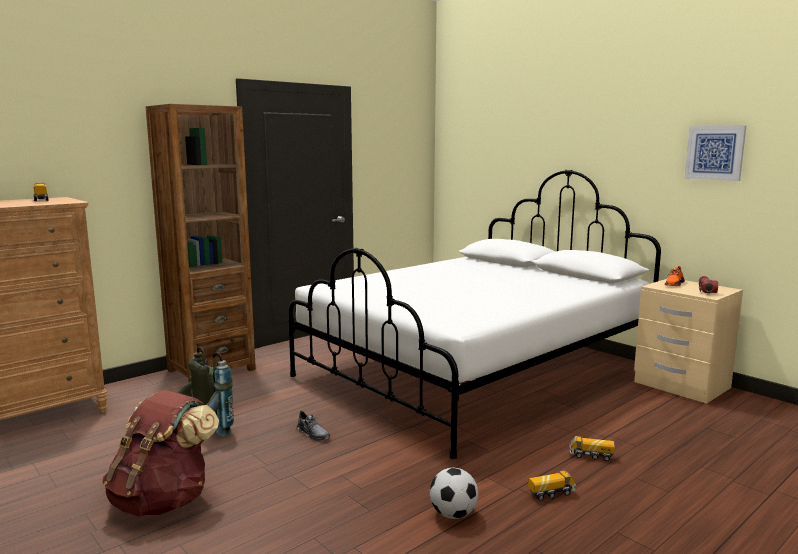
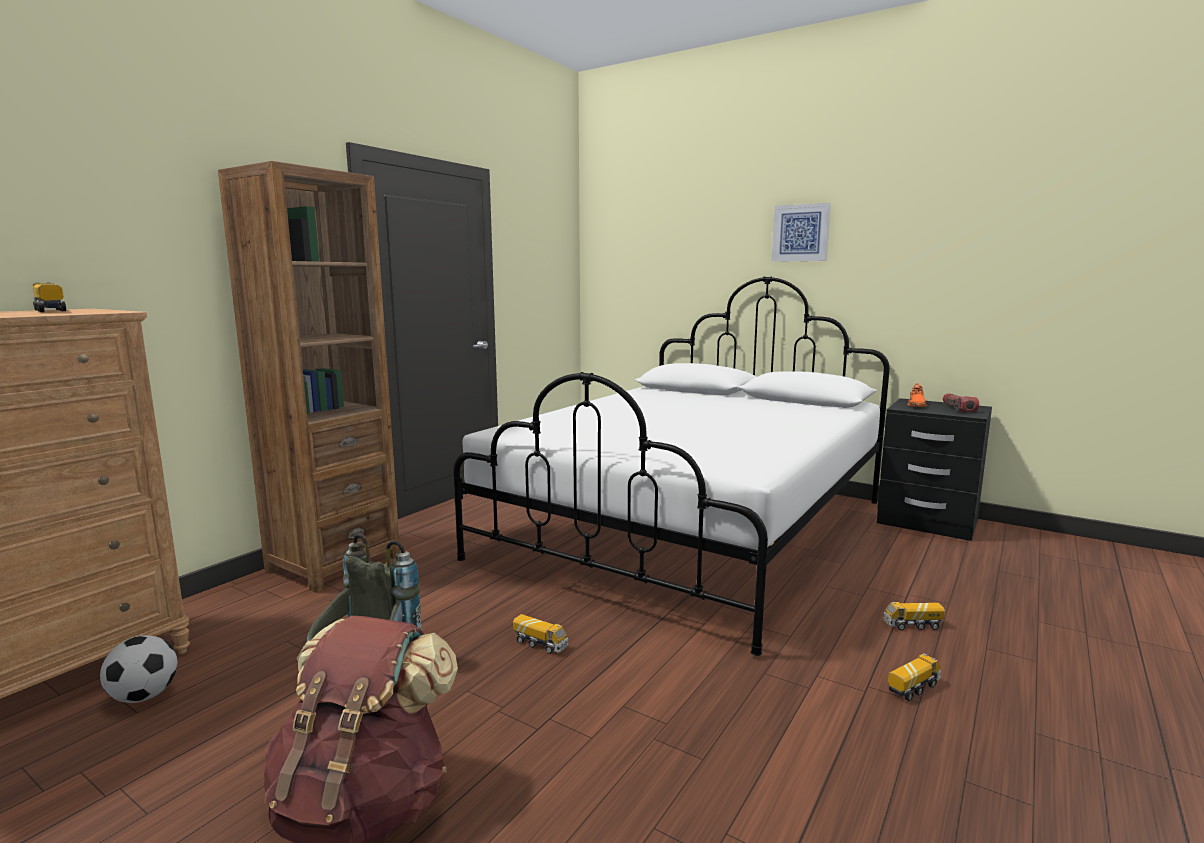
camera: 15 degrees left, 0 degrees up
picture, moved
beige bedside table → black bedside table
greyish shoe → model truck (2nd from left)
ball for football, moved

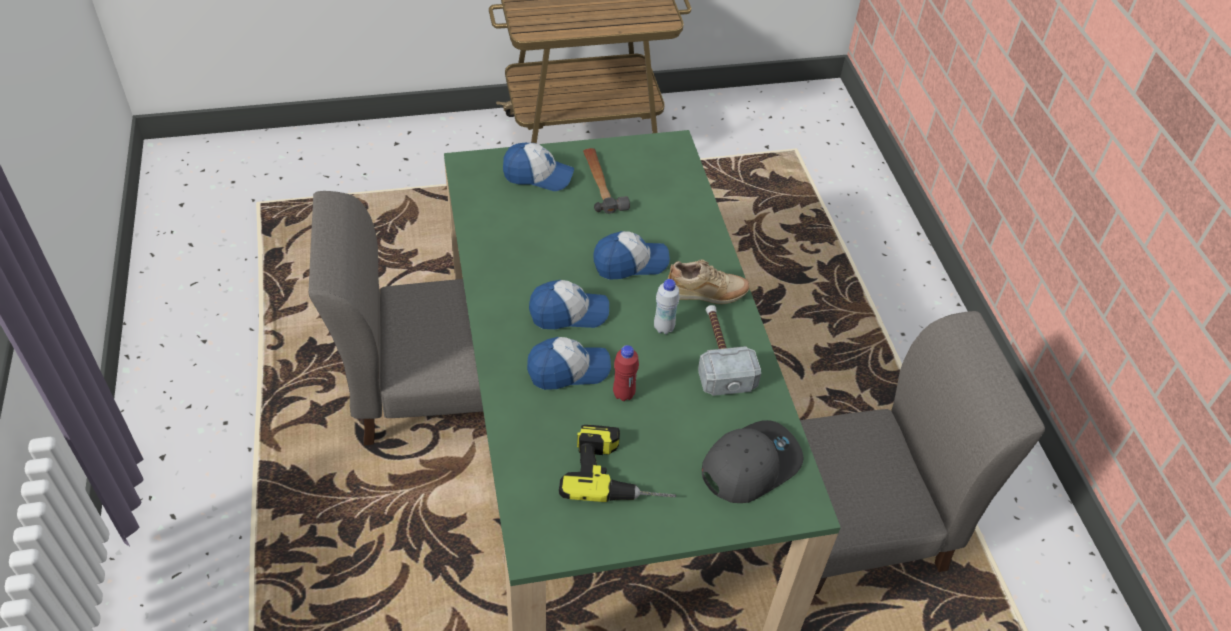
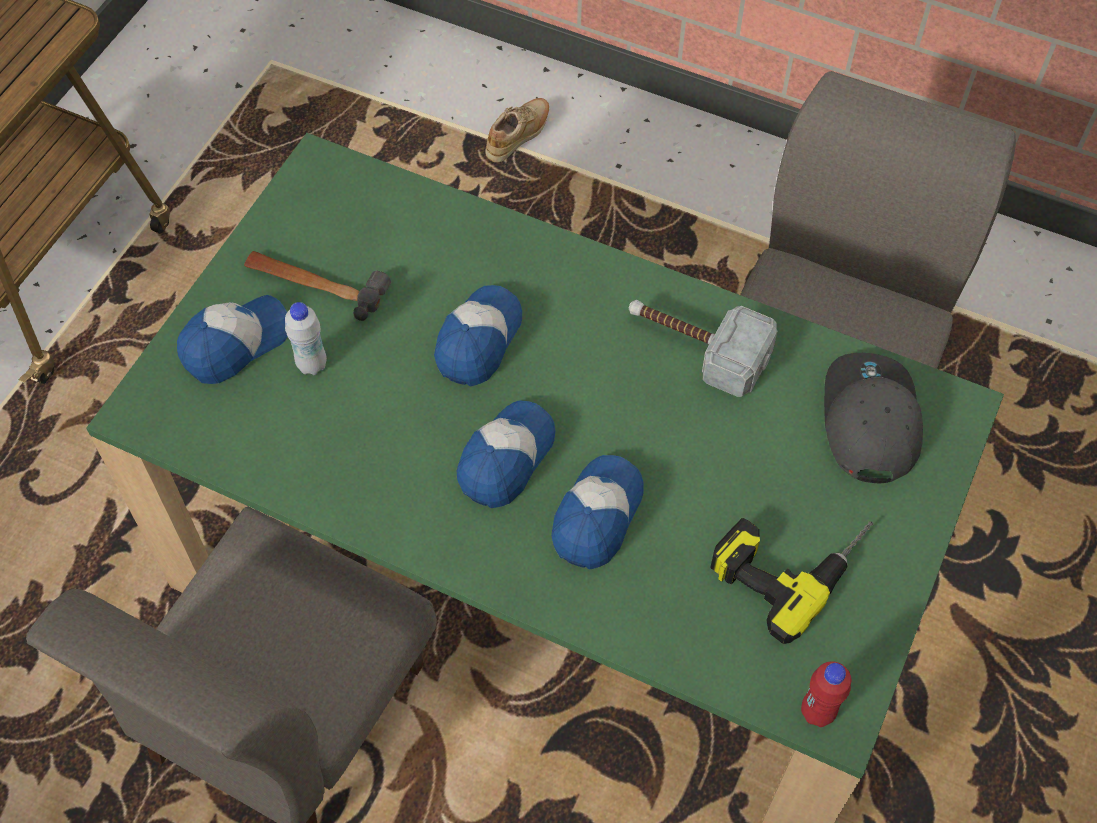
camera: 50 degrees left, 10 degrees up
beige shoe, moved
white beverage bottle, moved
red beverage bottle, moved

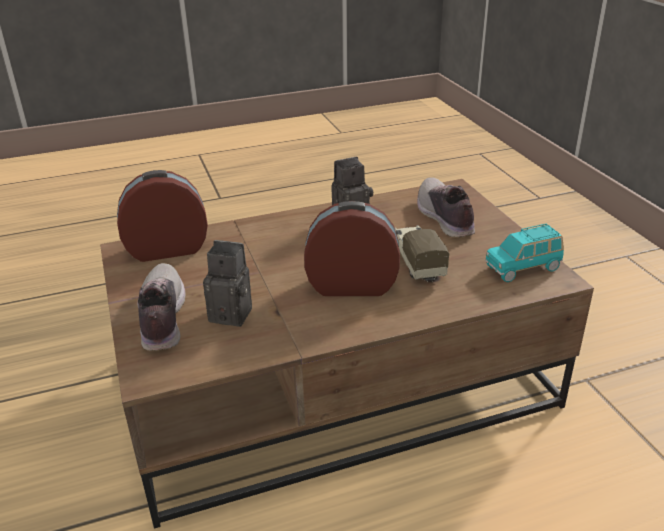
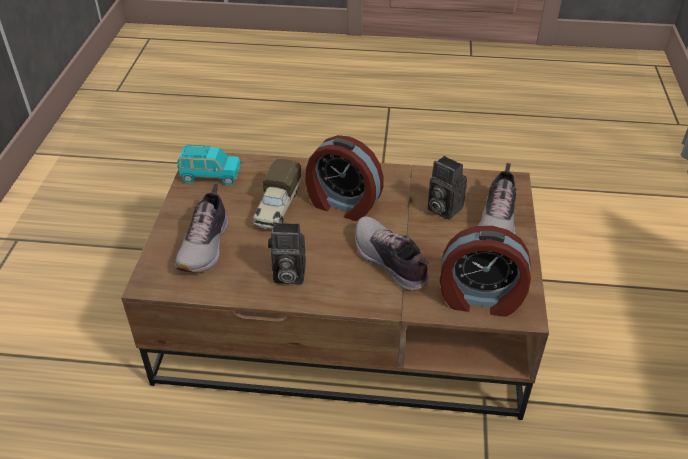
camera: 155 degrees left, 10 degrees up
- → shoe (2nd from left)

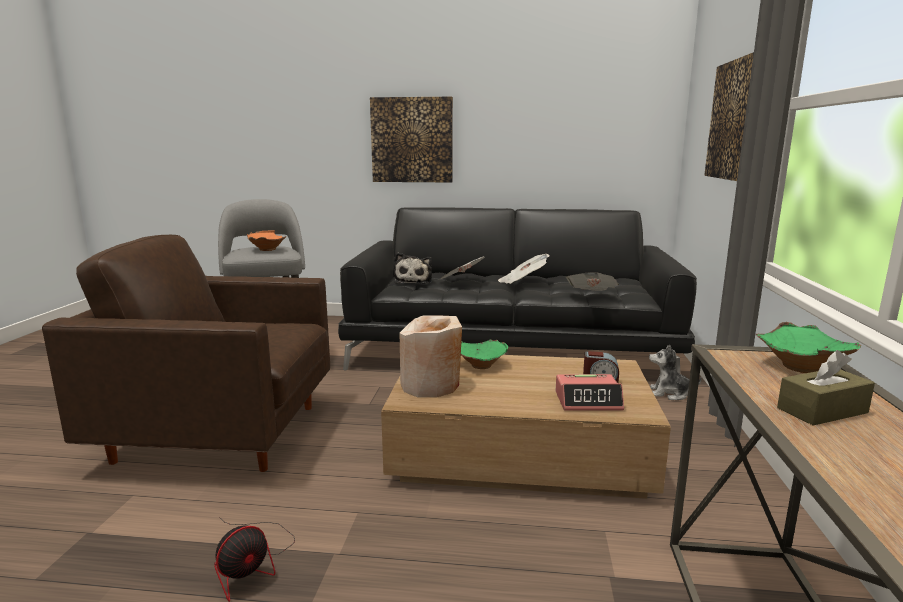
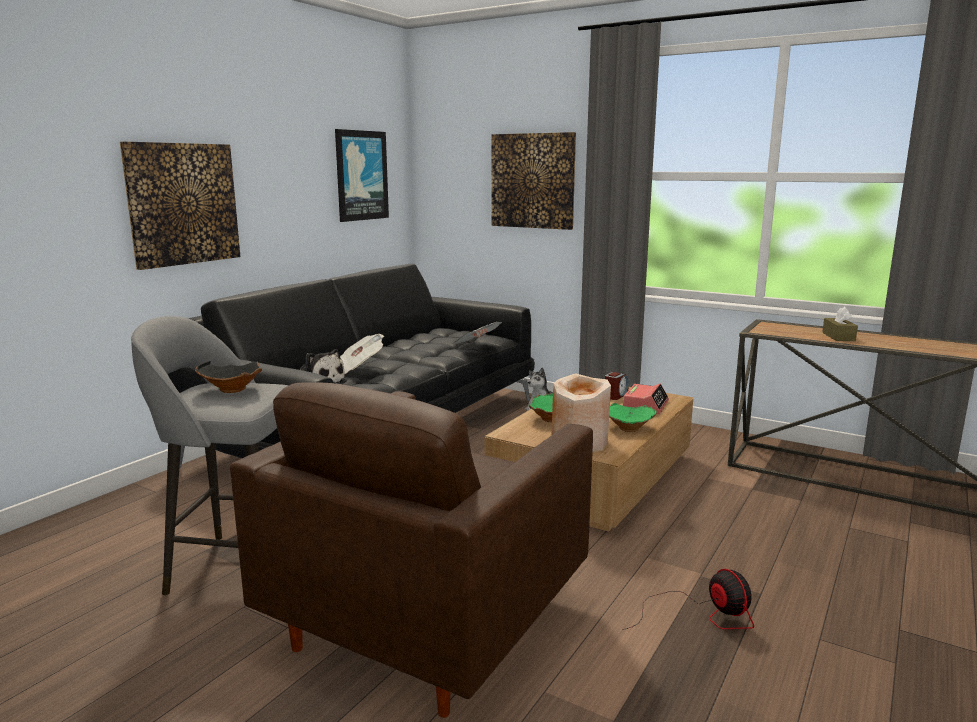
camera: 65 degrees left, 0 degrees up
orange deep dish → black deep dish
daily paper (2nd from left) → -
greenish deep dish (2nd from left), moved
- → picture (2nd from left)

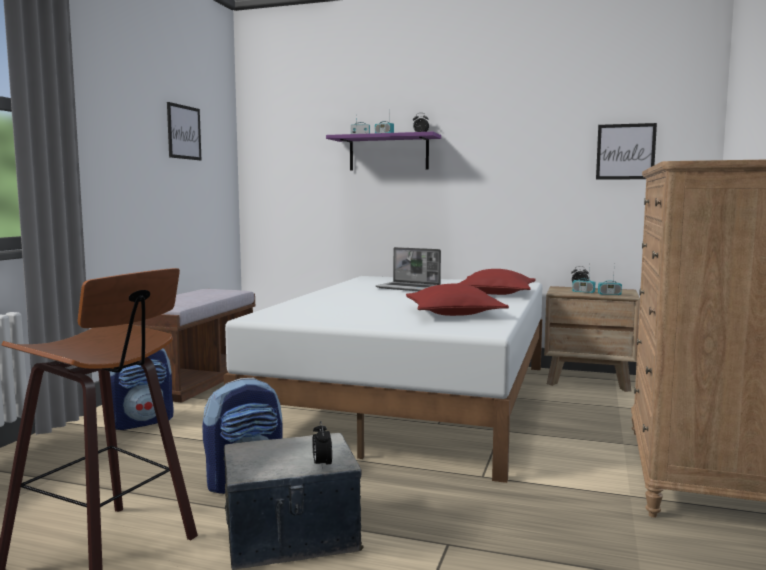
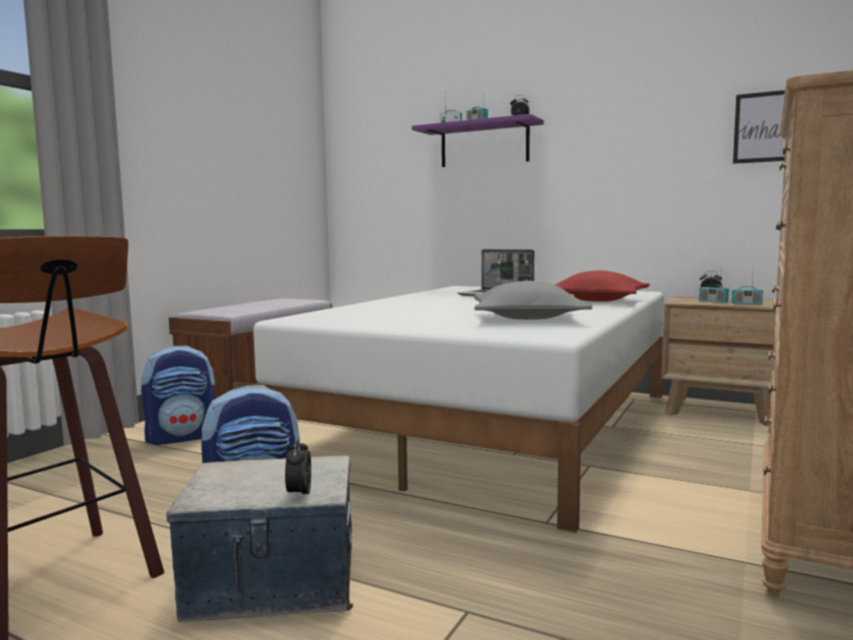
camera: 10 degrees right, 0 degrees up
picture (1st from left) → -
red cushion (1st from left) → greyish cushion

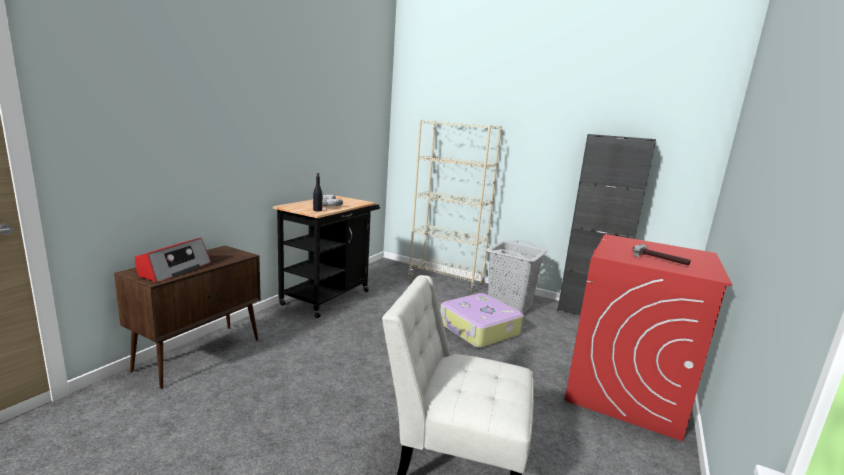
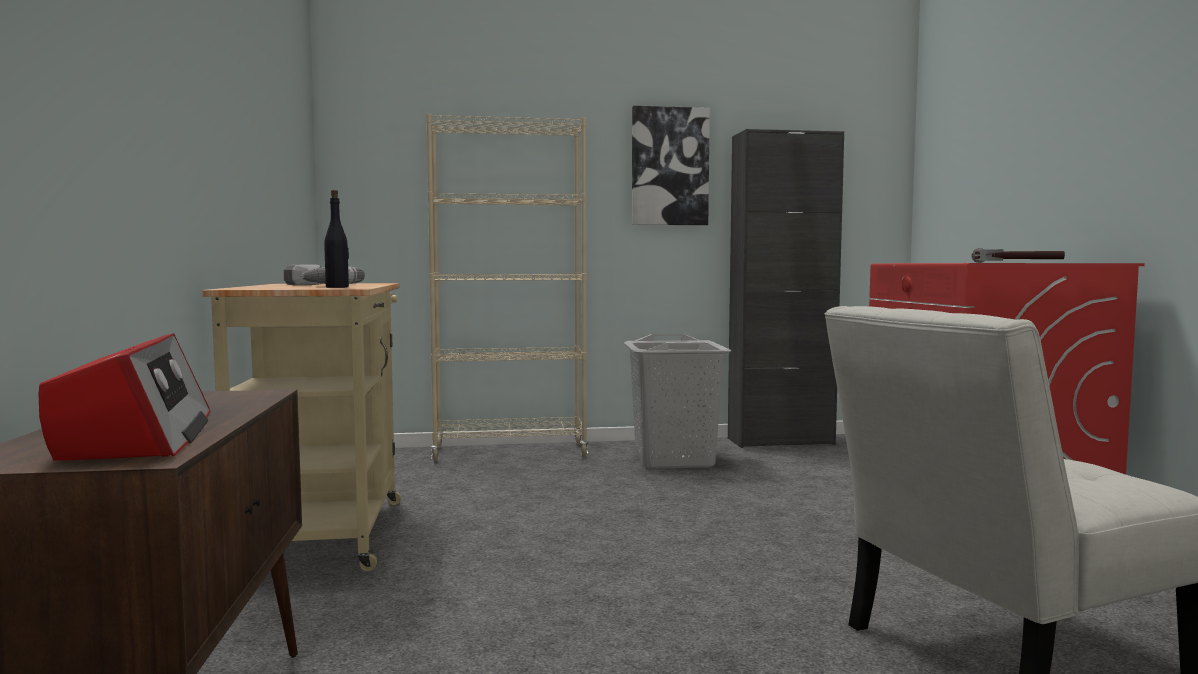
camera: 35 degrees left, 10 degrees down
black trolley → beige trolley
suitcase → -
- → picture

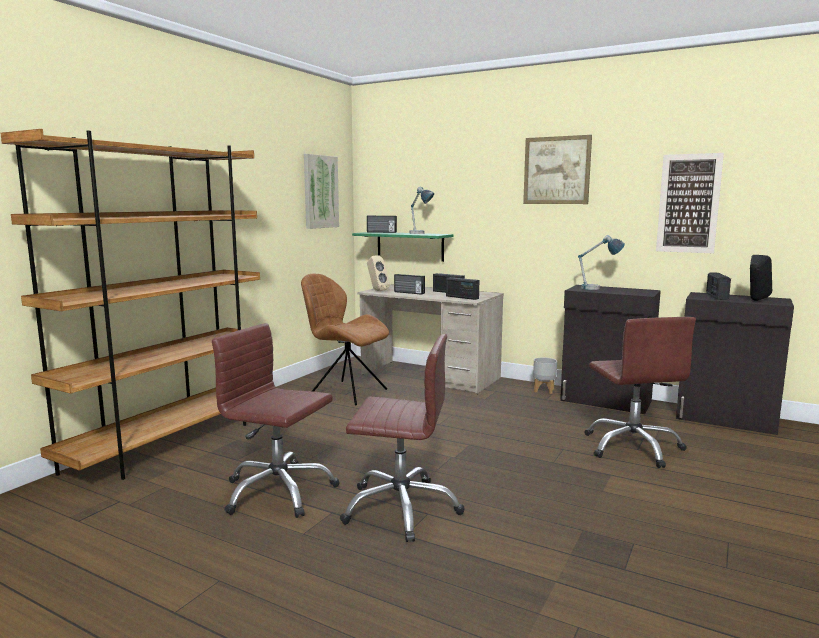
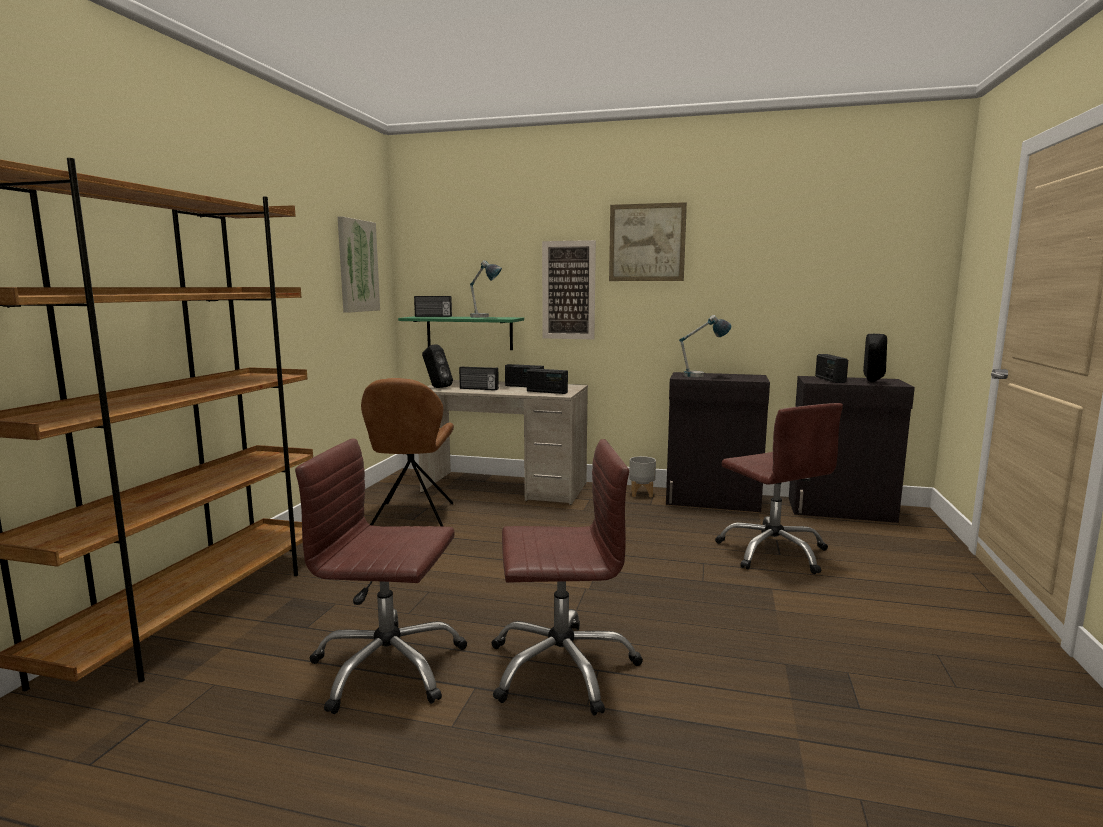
camera: 15 degrees left, 0 degrees up
picture (3rd from left in the first image) → picture (2nd from left), moved
beige loudspeaker → black loudspeaker (1st from left)
brownish plain chair, 105 degrees counterclockwise

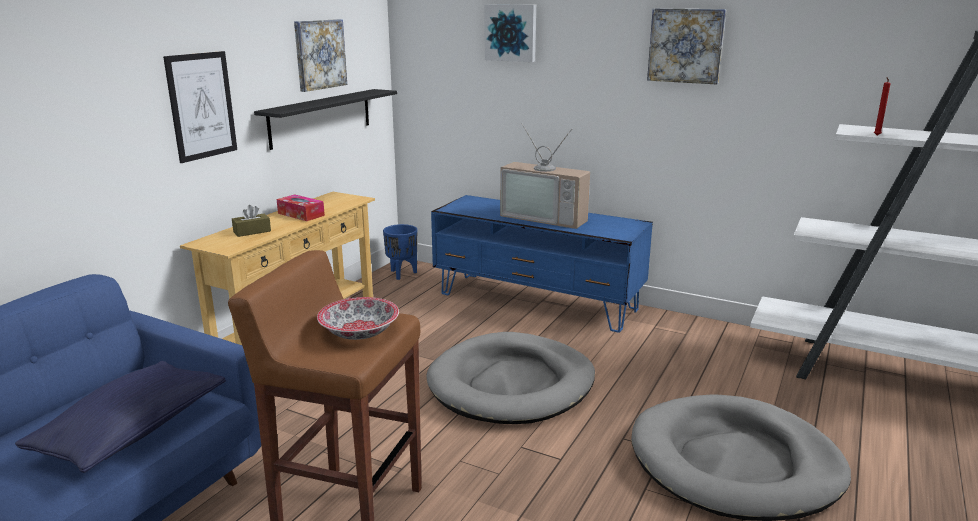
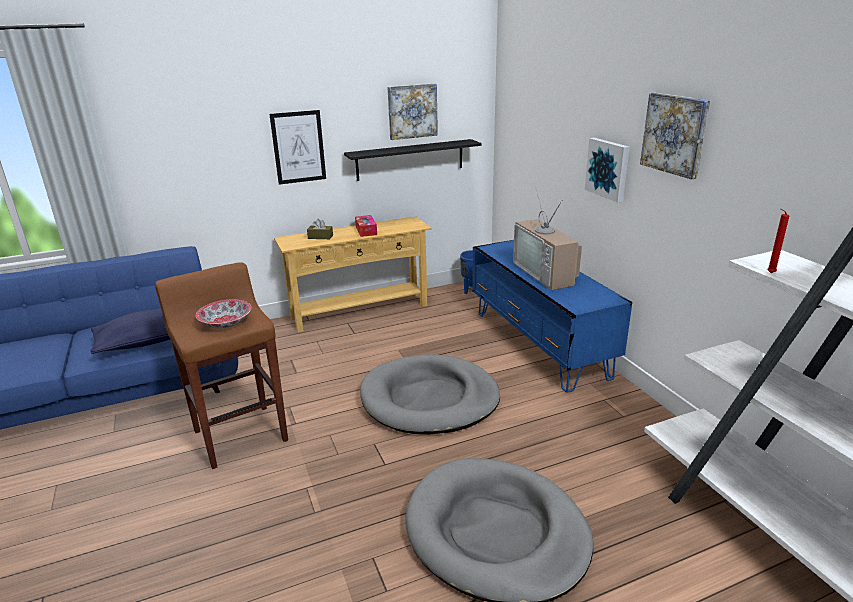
camera: 40 degrees right, 5 degrees up
picture (3rd from left), moved

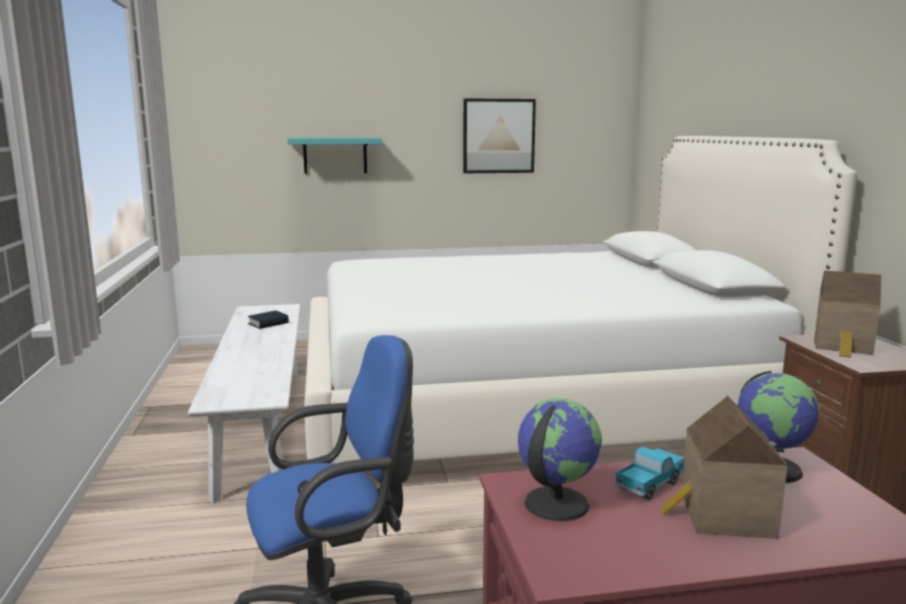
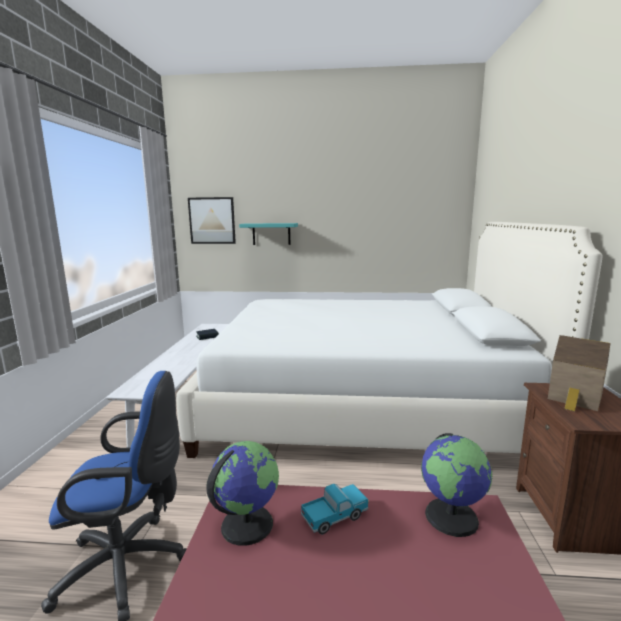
camera: 15 degrees right, 0 degrees up
picture, moved
toy house (1st from left) → -

